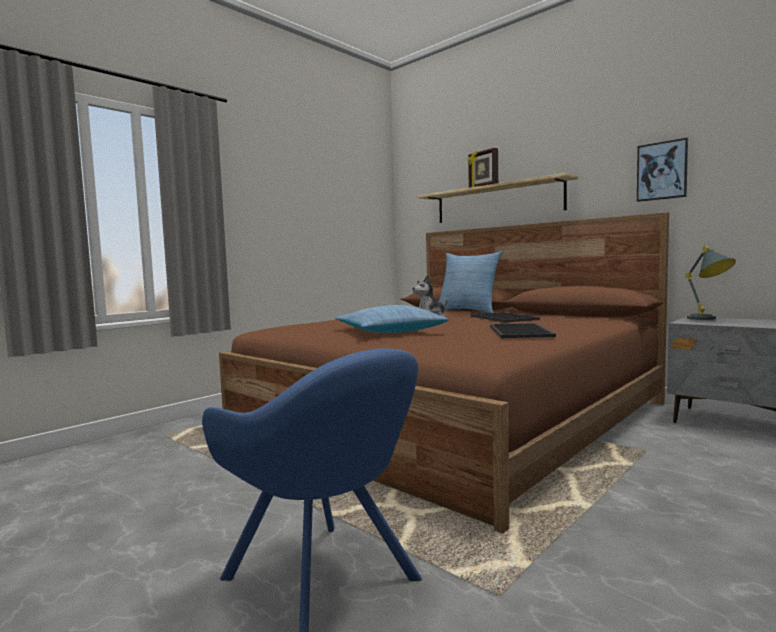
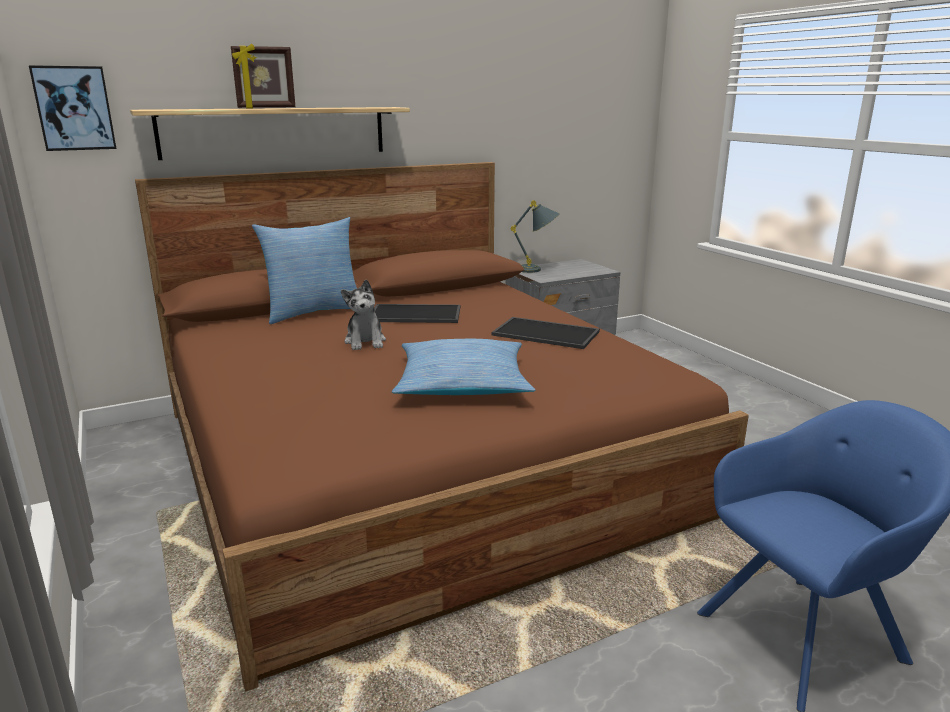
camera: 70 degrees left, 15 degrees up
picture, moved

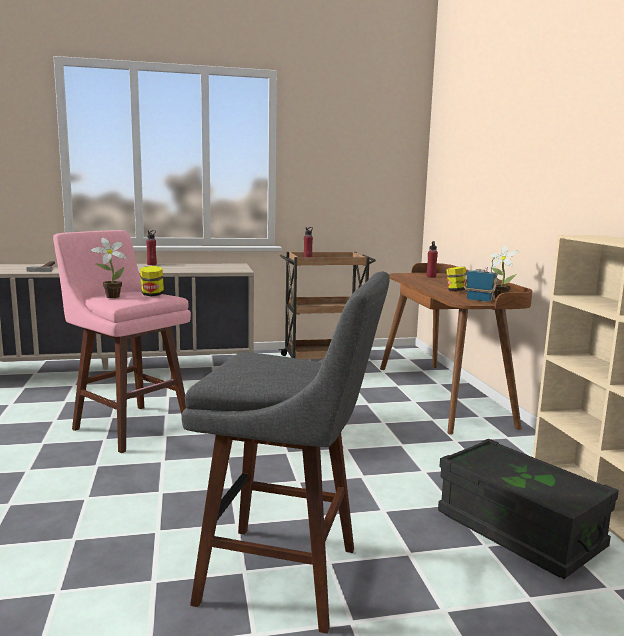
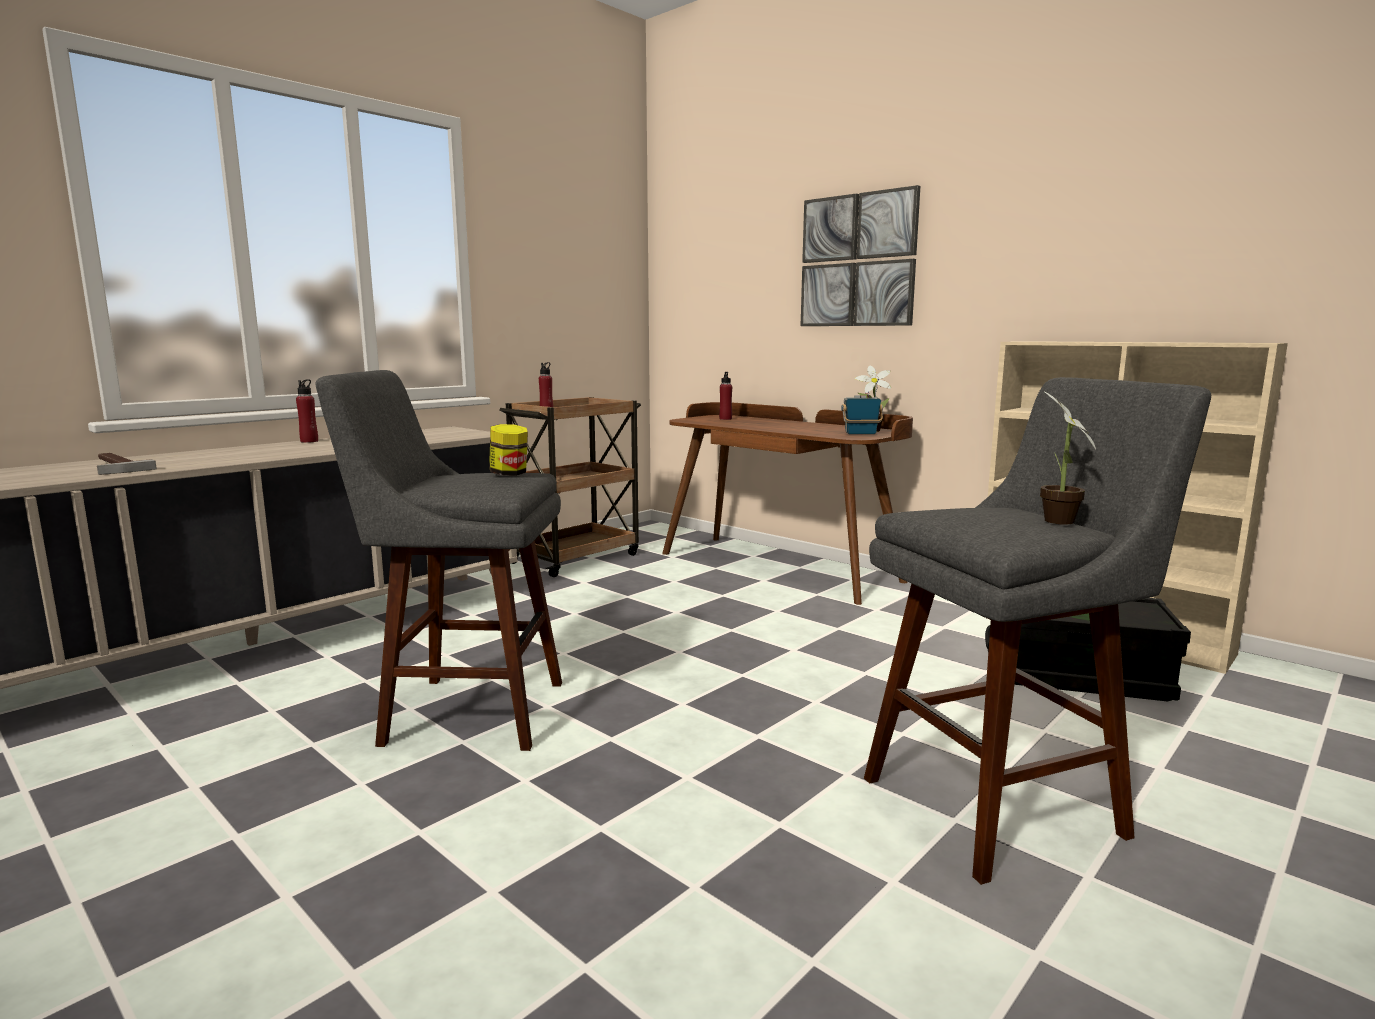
camera: 35 degrees left, 0 degrees up
pink-coloured stool → greyish stool (1st from left)
plant in a pot (1st from left in the first image) → plant in a pot (2nd from left), moved
storage jar (2nd from left) → -
- → picture

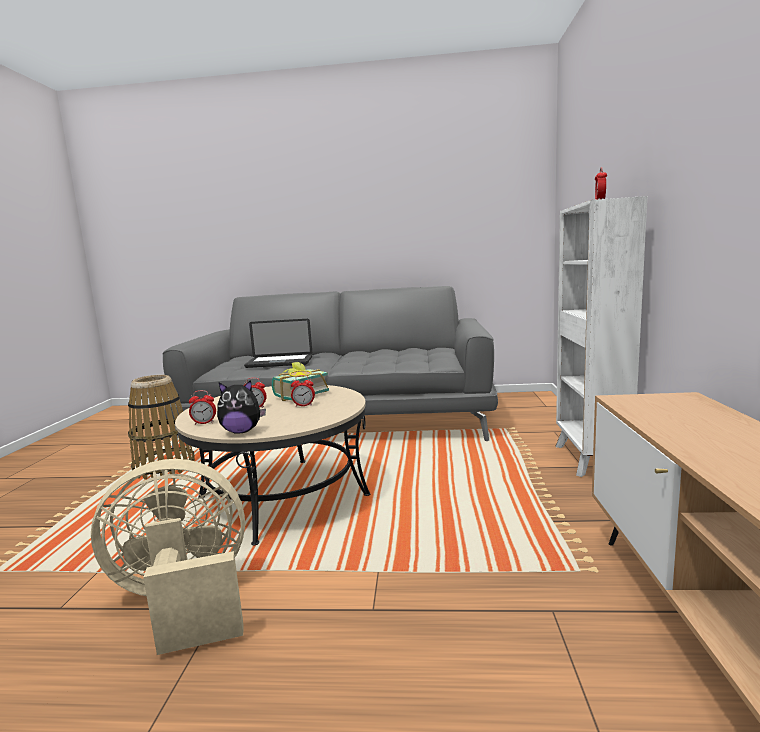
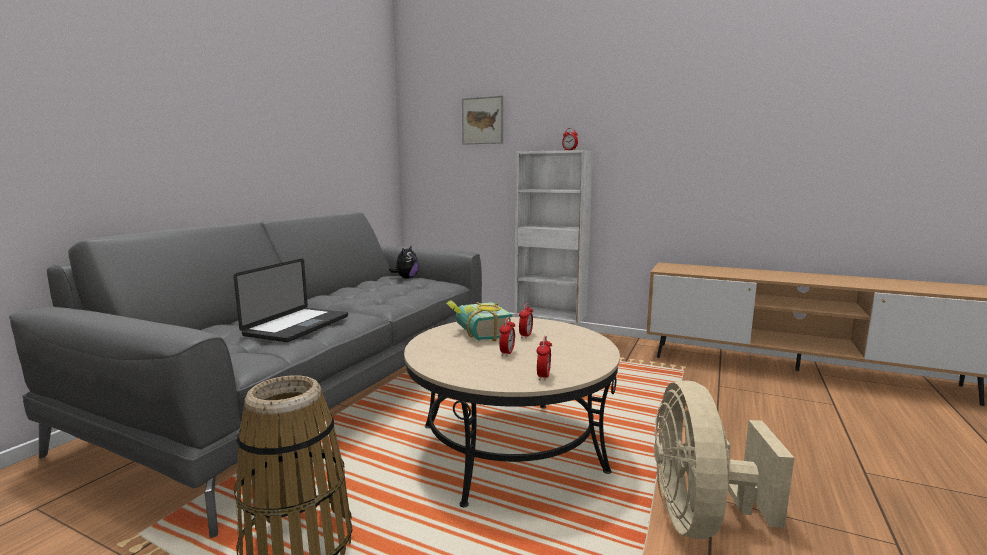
camera: 70 degrees left, 0 degrees up
plush toy, moved
- → picture

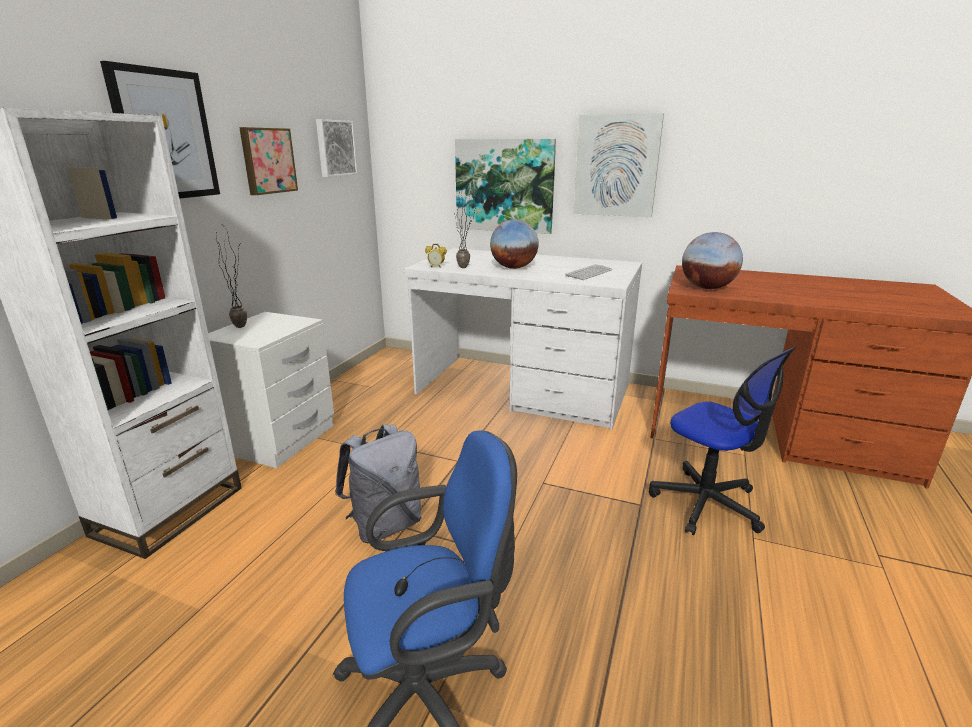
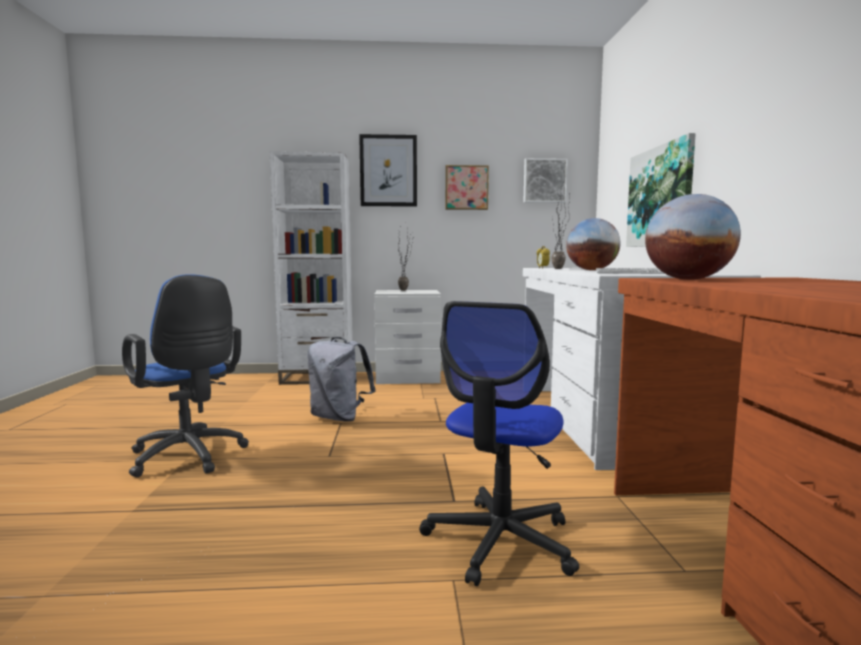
camera: 65 degrees right, 15 degrees down
picture (5th from left) → -

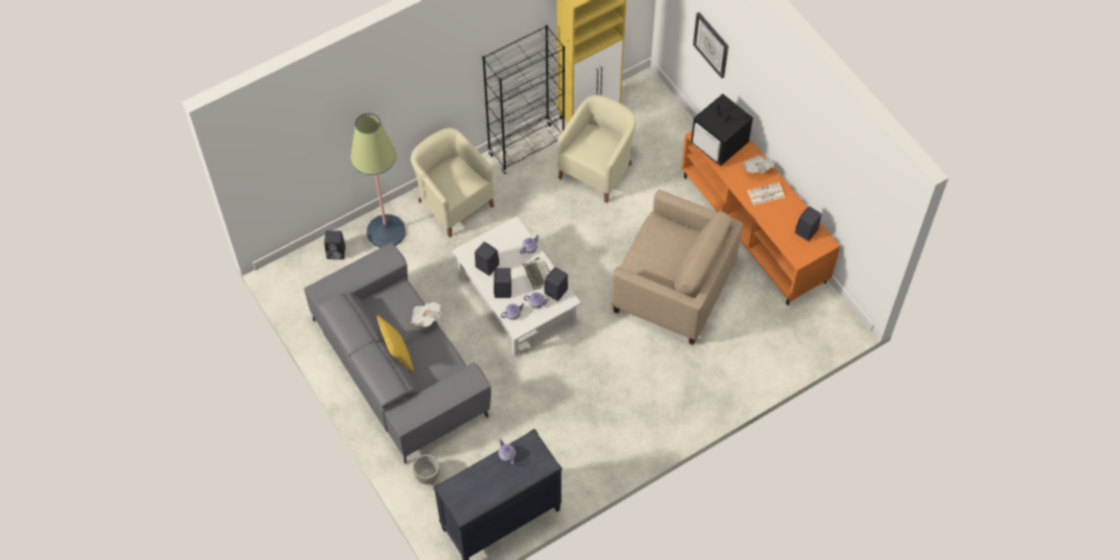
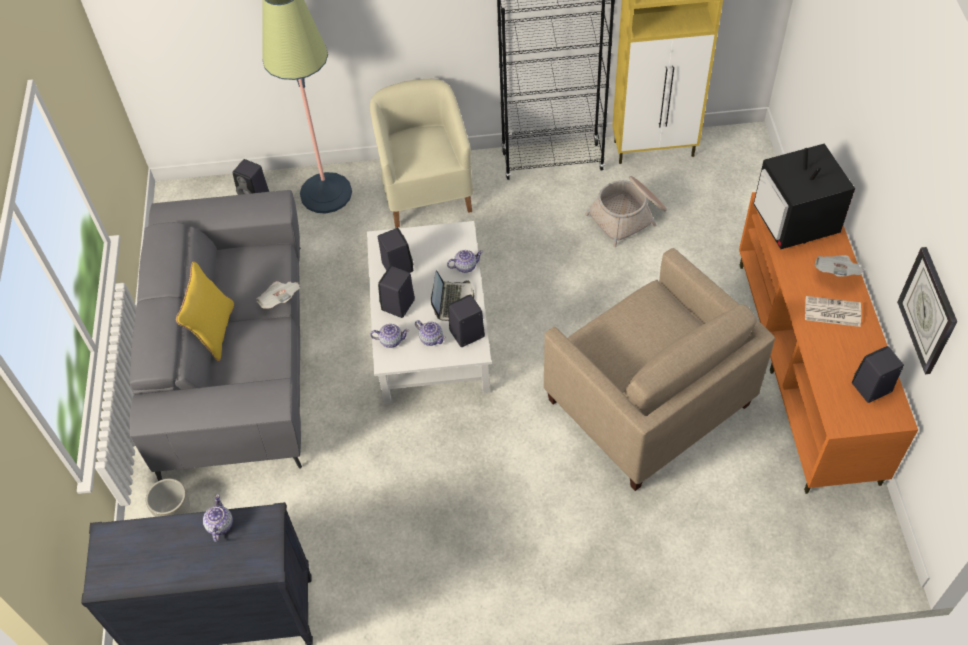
camera: 30 degrees right, 5 degrees down
wall clock, moved
beige armchair (2nd from left) → storage basket

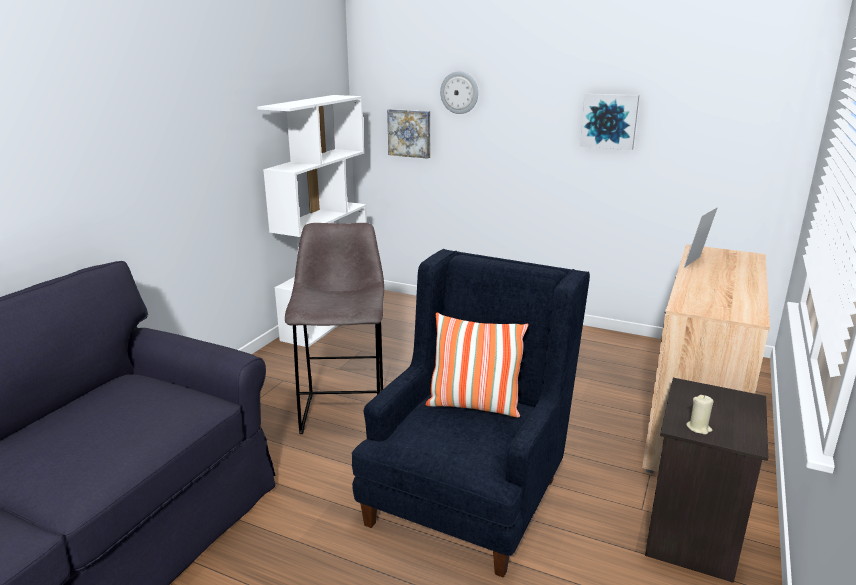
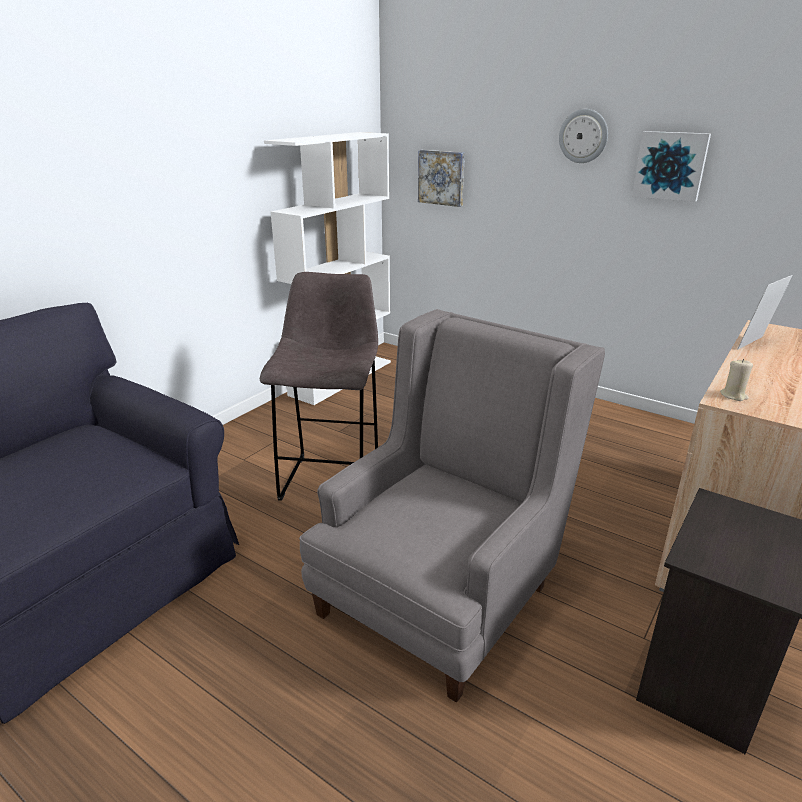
camera: 10 degrees right, 5 degrees up
wall clock, moved
bluish armchair → greyish armchair
cushion → -
beige wax candle, moved

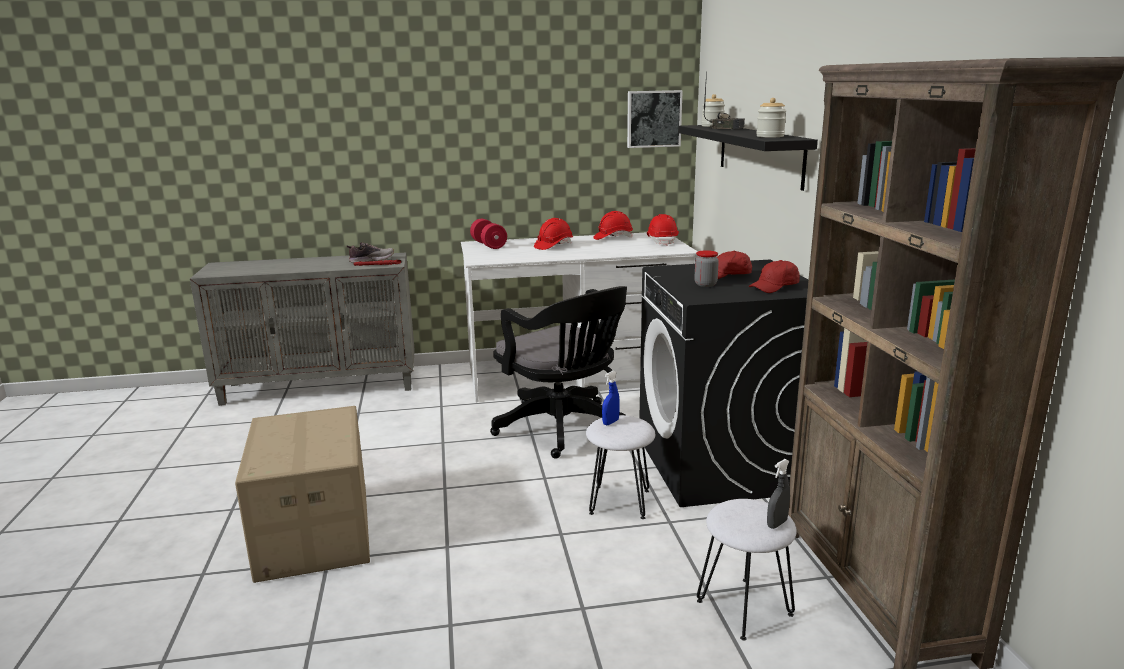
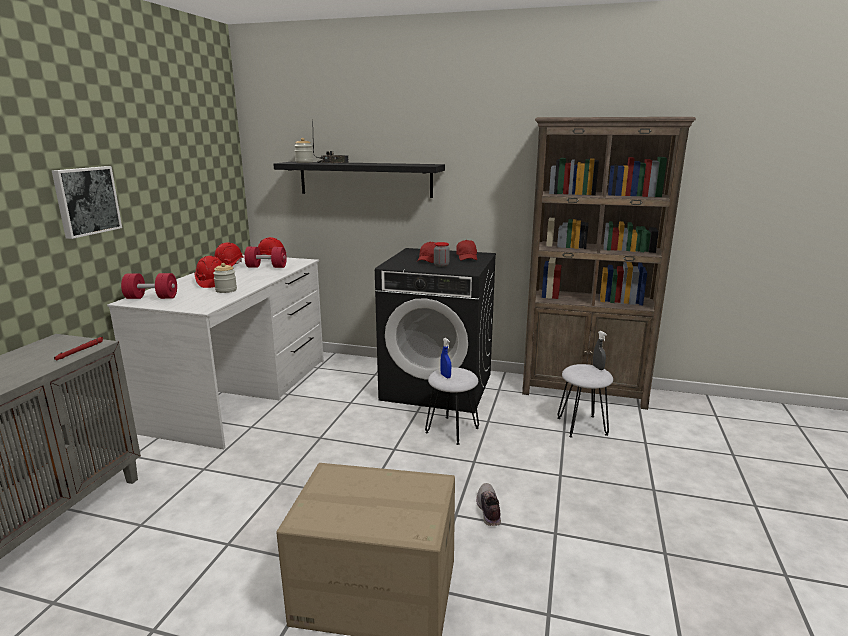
camera: 65 degrees left, 0 degrees up
picture, moved
storage jar (3rd from left in the first image) → storage jar (1st from left), moved
shoe, moved
black desk chair → -
- → red dumbbell (2nd from left)

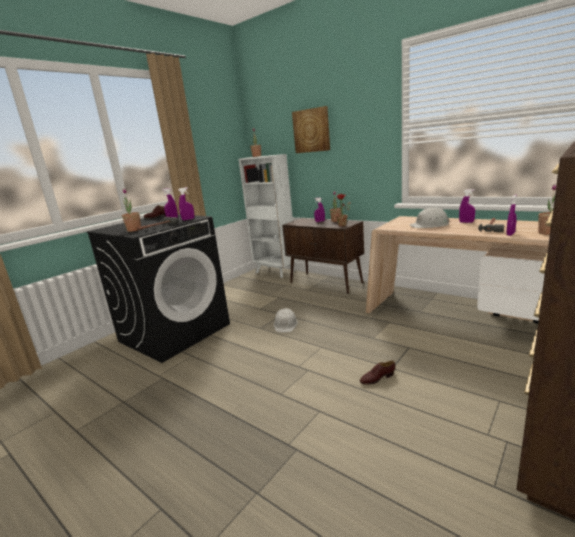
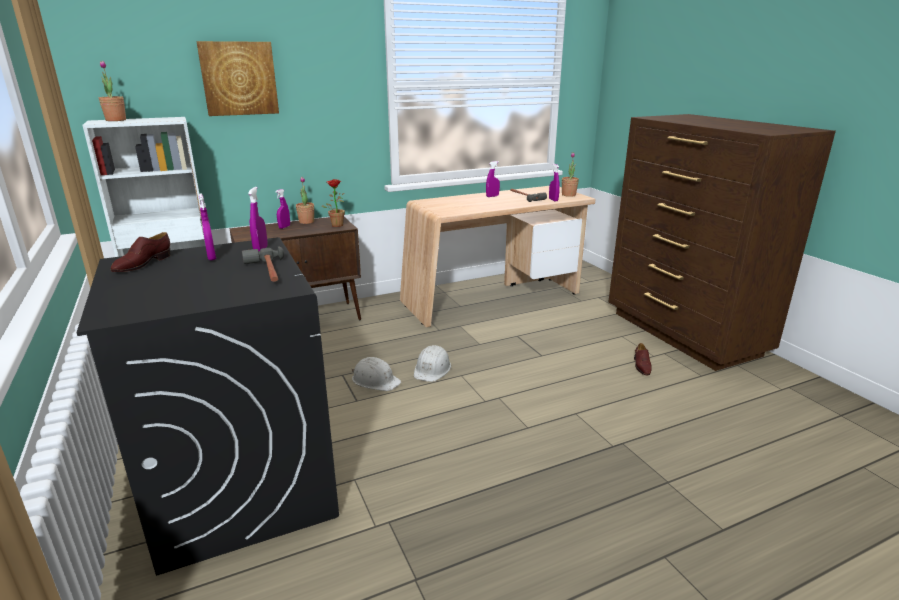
camera: 65 degrees left, 5 degrees up
plant in a pot (1st from left) → -
white safety helmet (2nd from left), moved
brownish shoe (2nd from left), moved

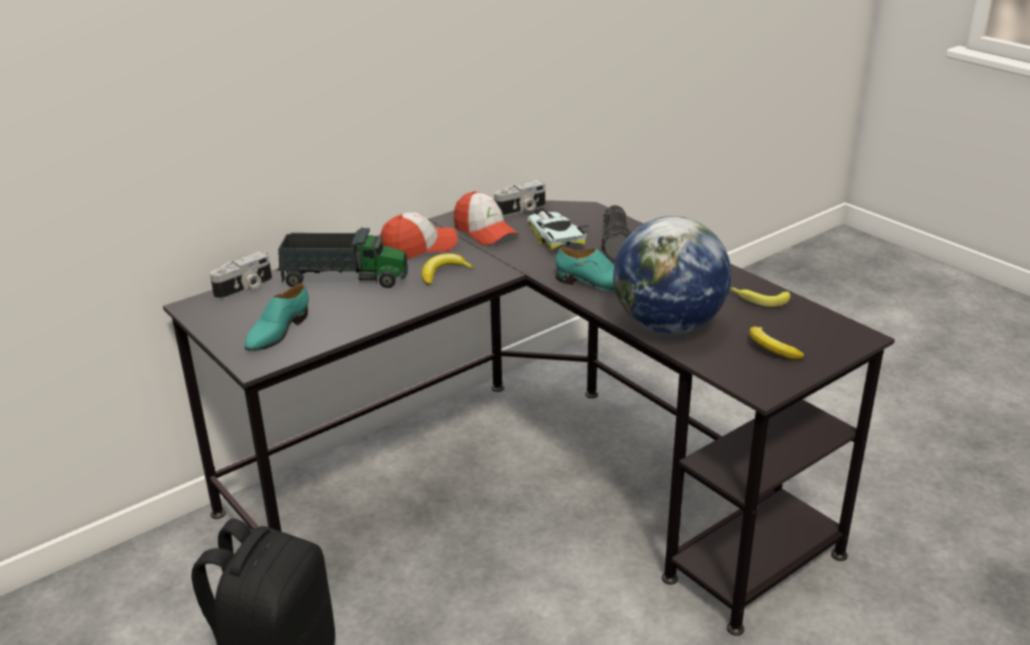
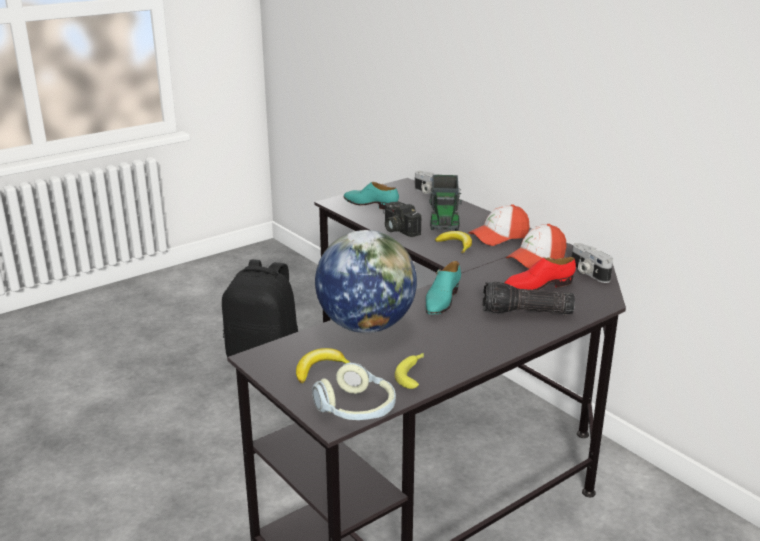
camera: 90 degrees right, 5 degrees down
miniature car → red shoe
cap (1st from left), 90 degrees clockwise
- → photo camera (1st from left)
- → headphones

